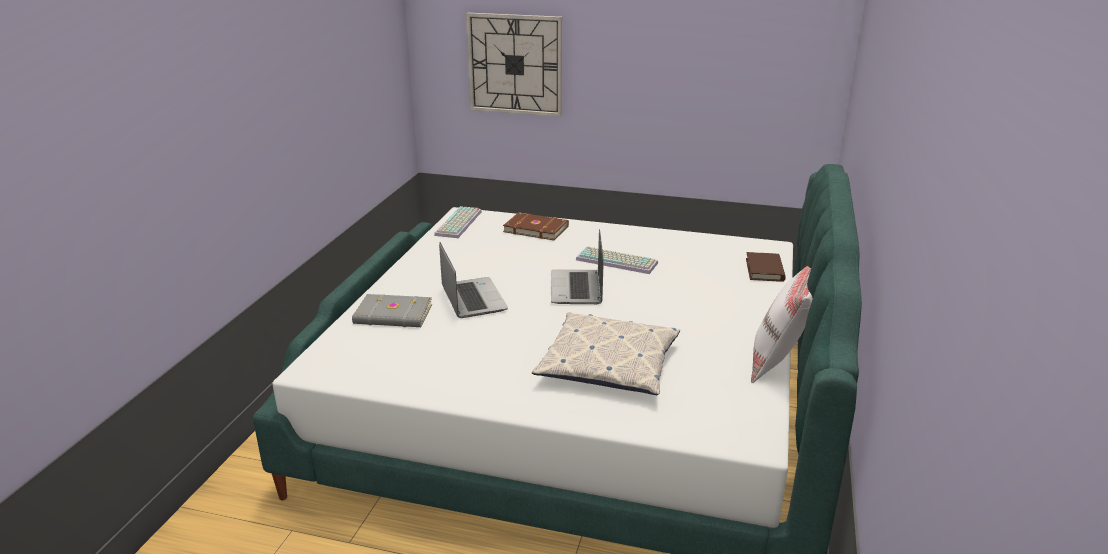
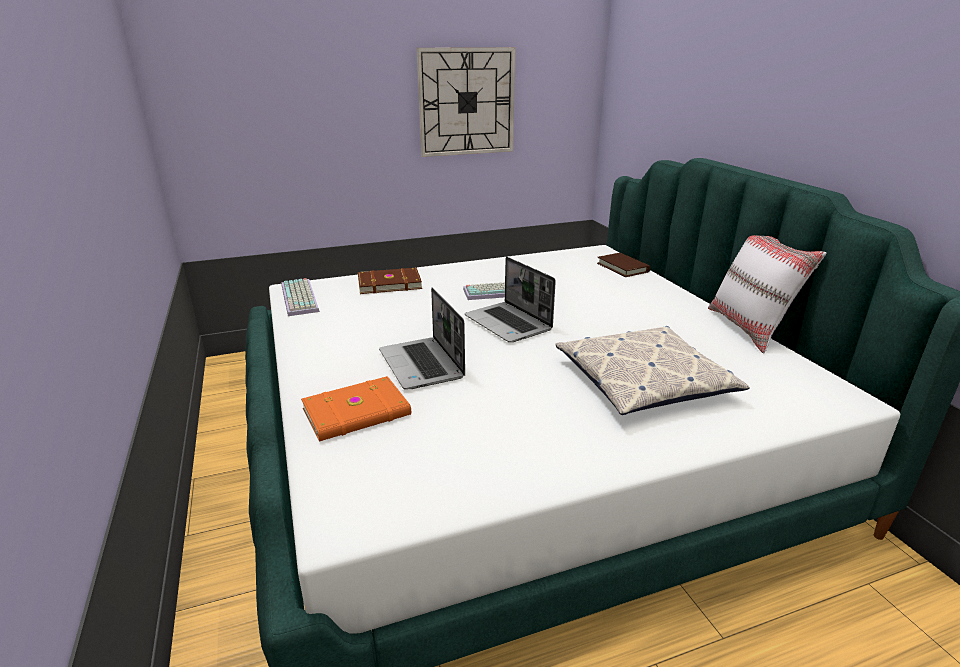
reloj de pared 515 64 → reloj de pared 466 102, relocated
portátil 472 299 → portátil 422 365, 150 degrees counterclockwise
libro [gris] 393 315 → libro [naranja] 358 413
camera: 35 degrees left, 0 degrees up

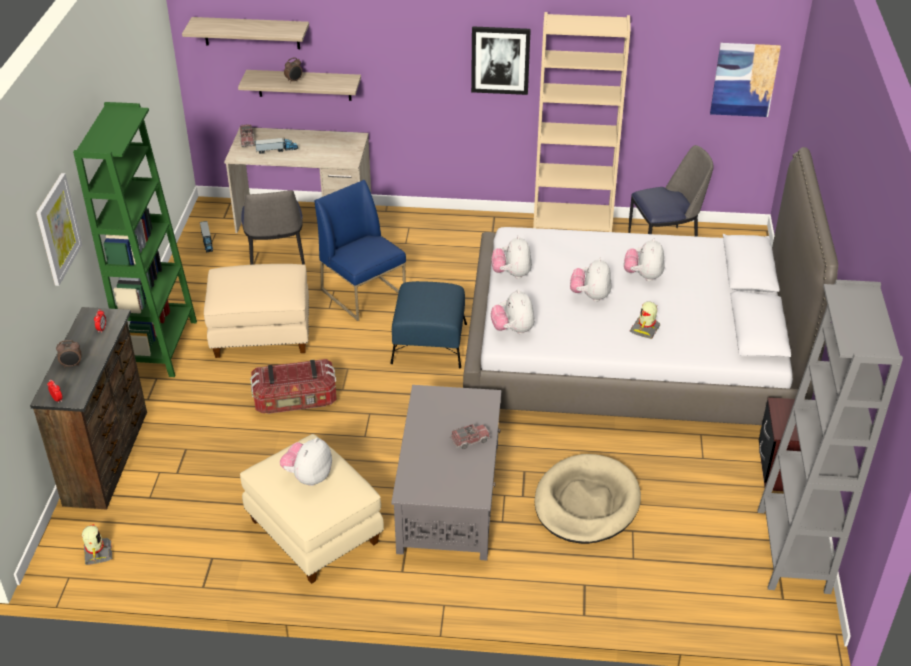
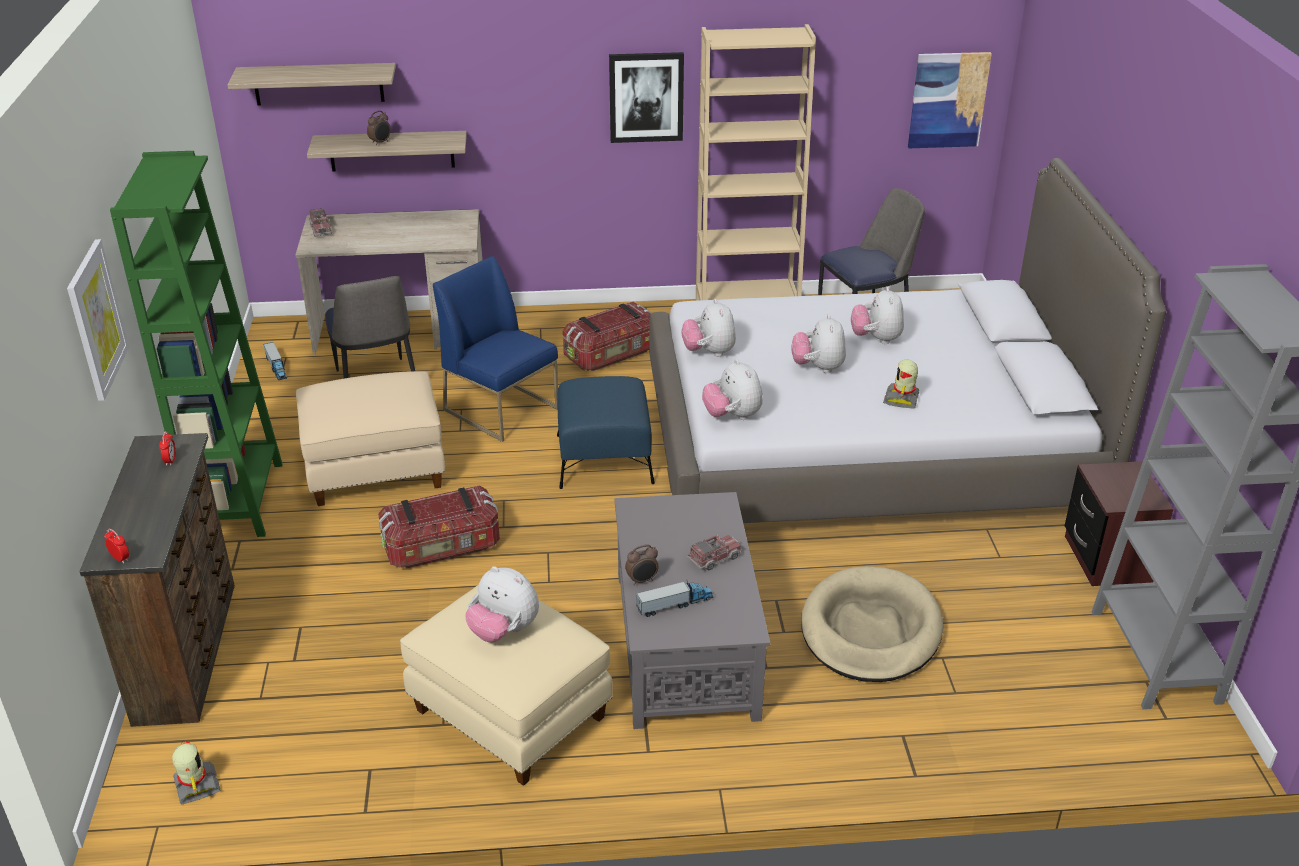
camión de juguete 277 150 → camión de juguete 675 604, relocated
despertador 72 365 → despertador 642 580, relocated
peluche 308 477 → peluche 504 631, 75 degrees counterclockwise
- → caja de almacenaje 612 355
camera: 10 degrees left, 5 degrees down

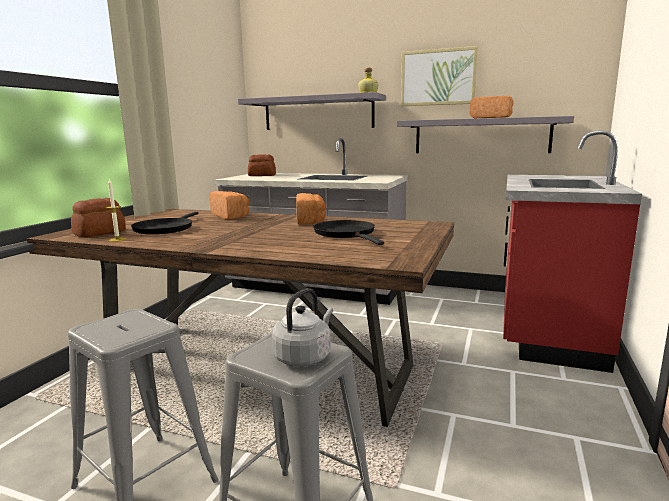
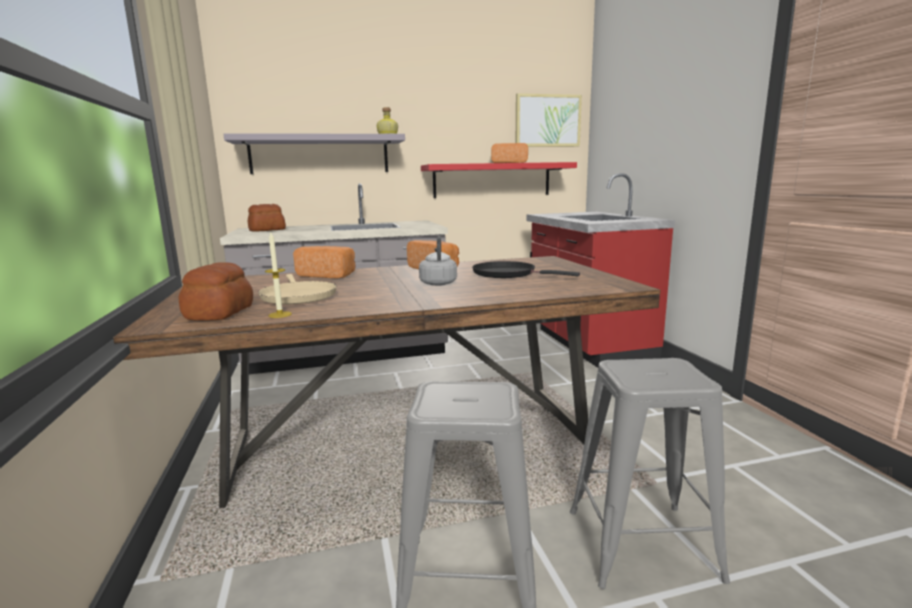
cuadro 438 77 → cuadro 547 121, relocated
estante [gris] 481 136 → estante [rojo] 492 180
sartén [negro] 165 229 → sartén [beis] 297 296
hervidor [gris] 304 357 → hervidor [gris] 438 283, relocated
camera: 35 degrees left, 0 degrees up

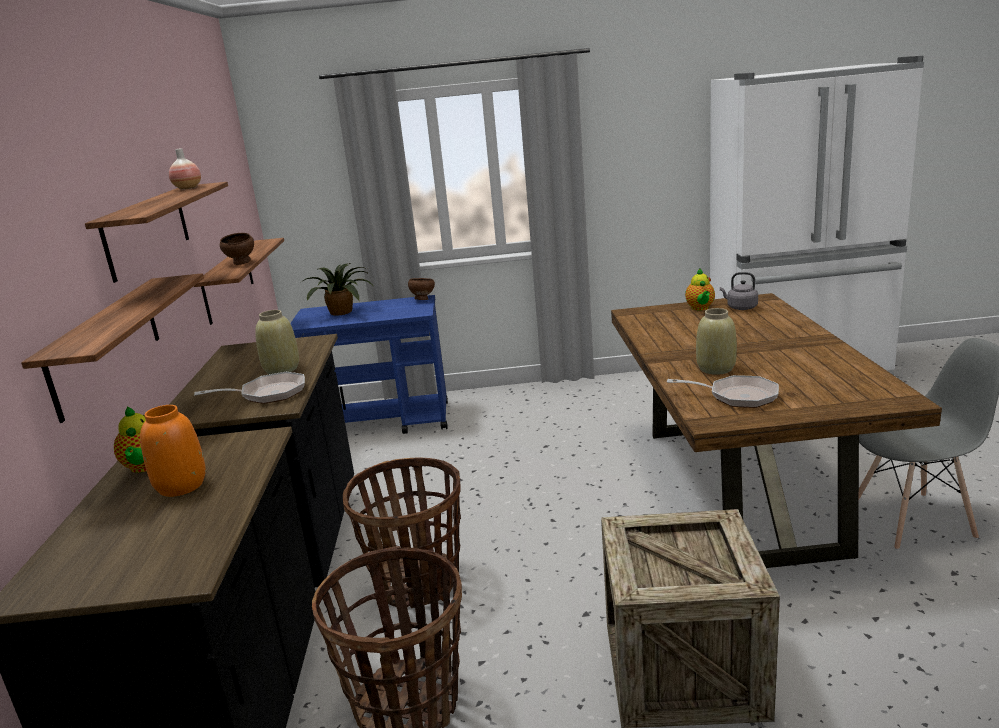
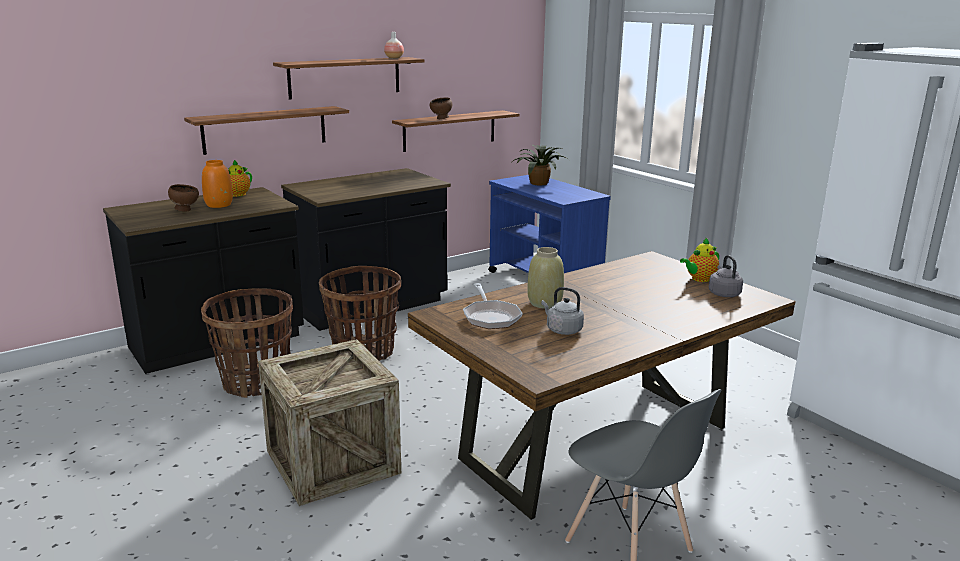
cuenco [marrón] 422 300 → cuenco [marrón] 185 210, relocated
florero [beis] 282 369 → -
sartén 268 394 → -
- → hervidor [gris] 562 330
camera: 55 degrees right, 0 degrees up

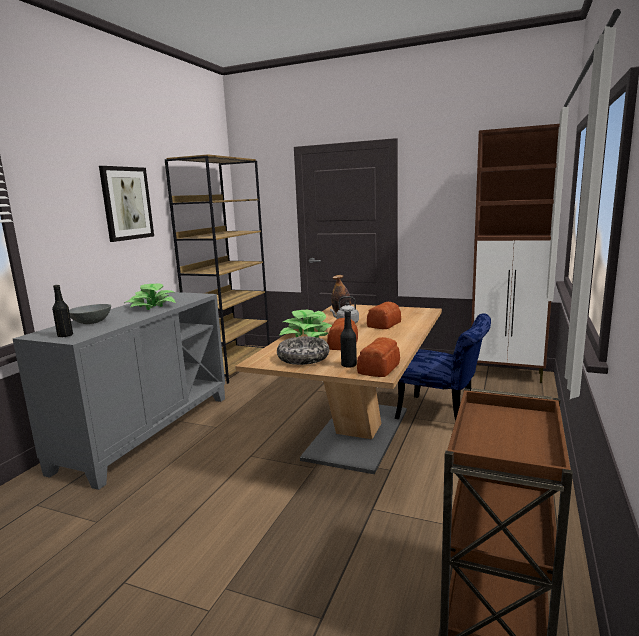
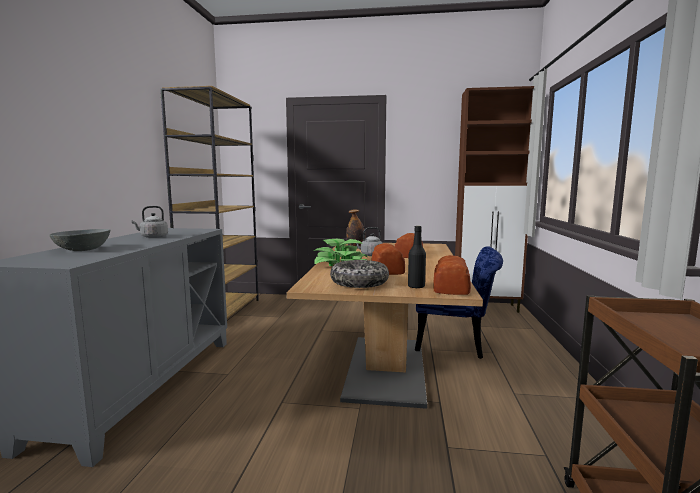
cuadro 126 203 → -
planta en maceta 151 306 → hervidor [gris] 152 237
botella [negro] 65 335 → -
camera: 15 degrees left, 5 degrees down

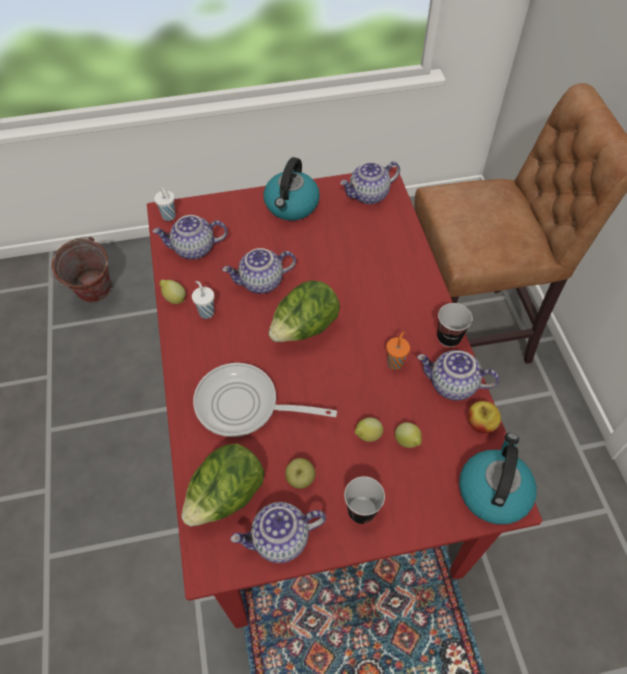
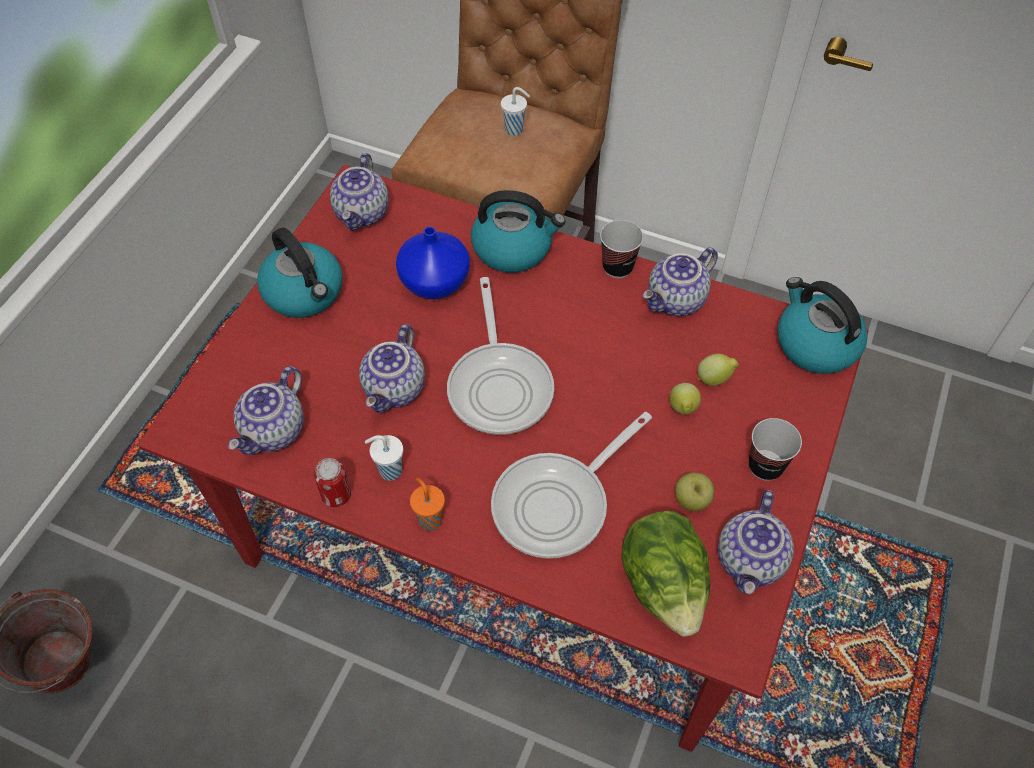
taza [blanco] 169 217 → taza [blanco] 515 130, relocated
limón 174 298 → lata 336 495
lechuga 304 329 → sartén 500 385
taza [naranja] 395 362 → taza [naranja] 429 519, relocated
manzana 480 424 → -
- → hervidor 513 248
- → florero [azul] 434 283
camera: 55 degrees left, 0 degrees up

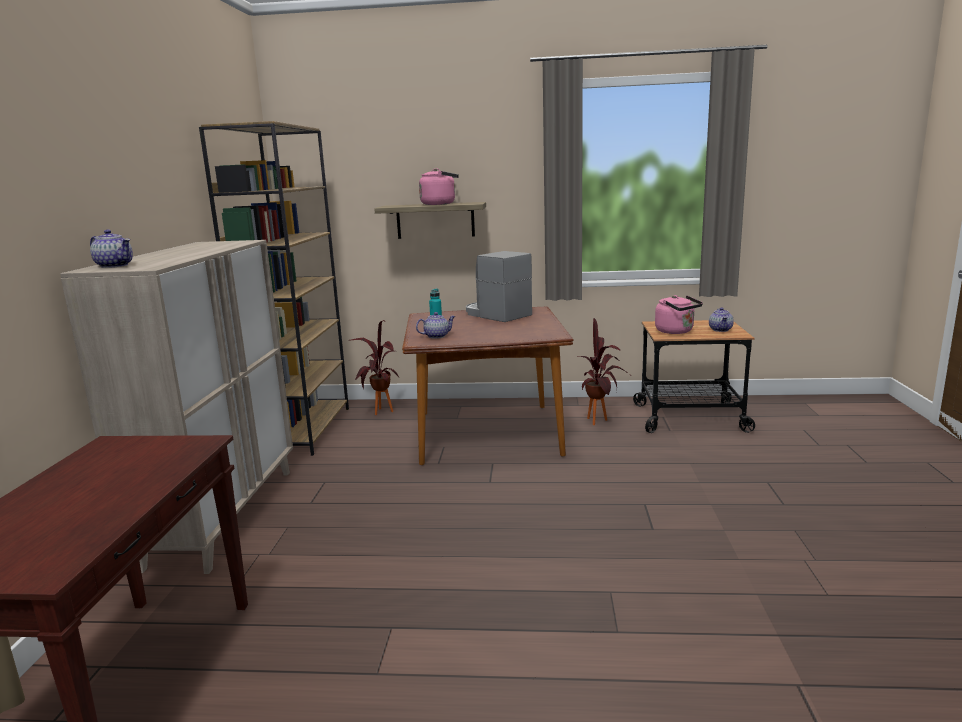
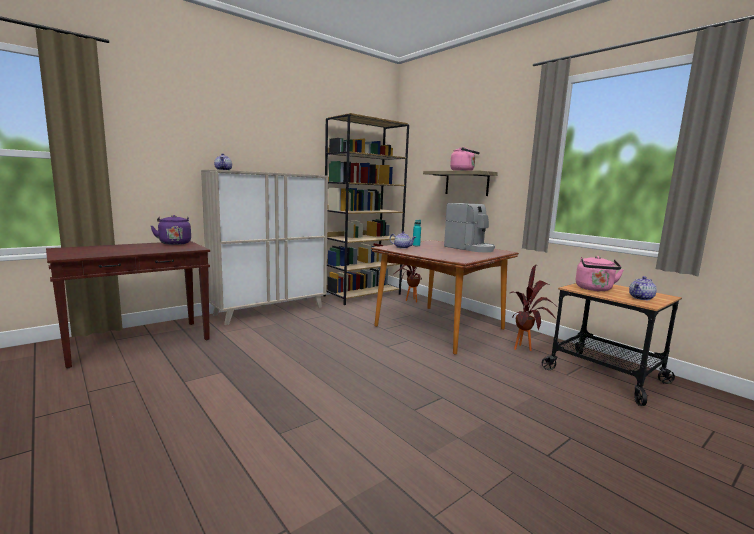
cafetera 496 314 → cafetera 470 248, 135 degrees clockwise
- → hervidor [morado] 174 243
camera: 45 degrees right, 5 degrees down

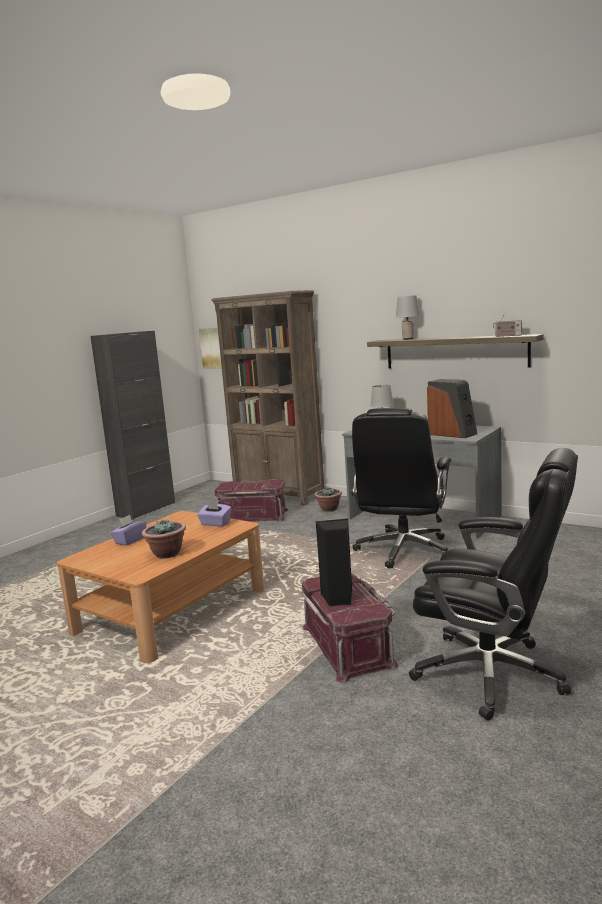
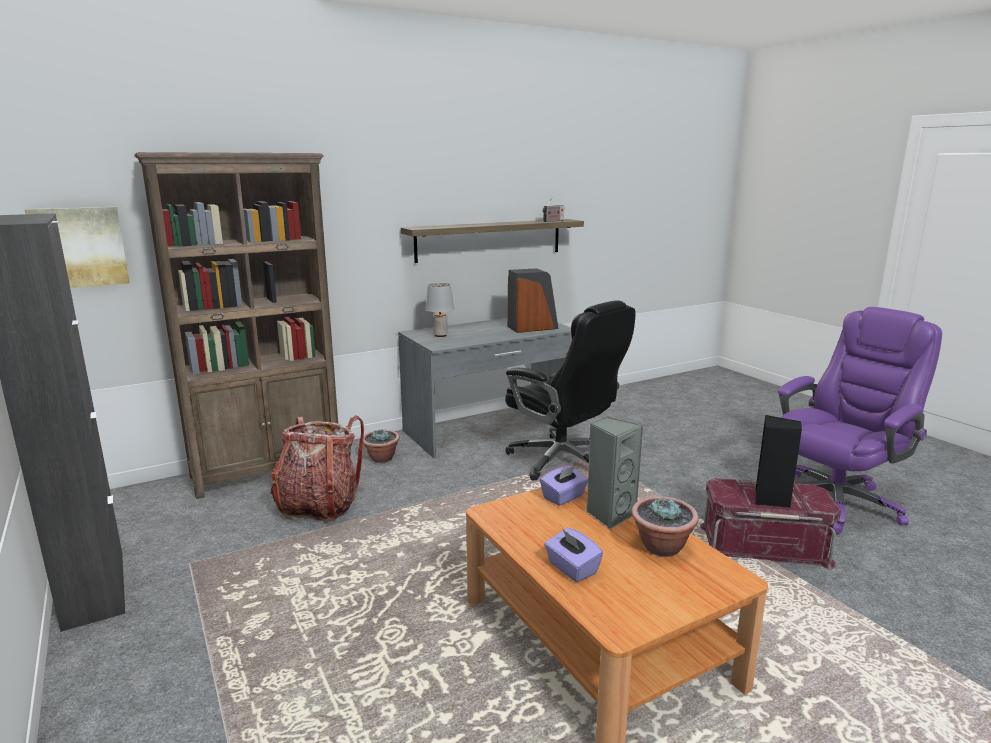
lámpara de mesa [gris] 408 339 → -
silla de oficina [negro] 492 674 → silla de oficina [morado] 836 502
caja de almacenaje [rojo] 253 516 → mochila 319 506
- → altavoz [gris] 609 515
camera: 65 degrees left, 5 degrees up

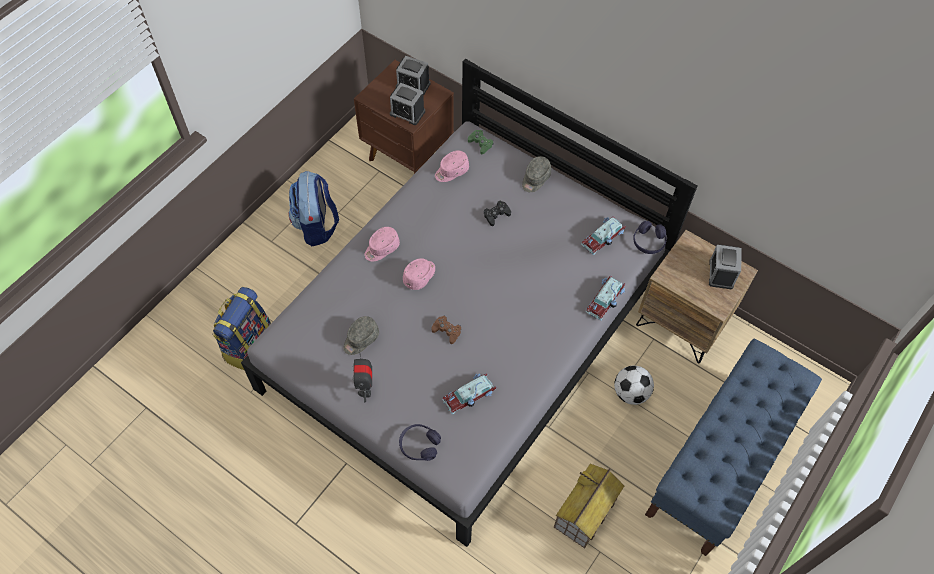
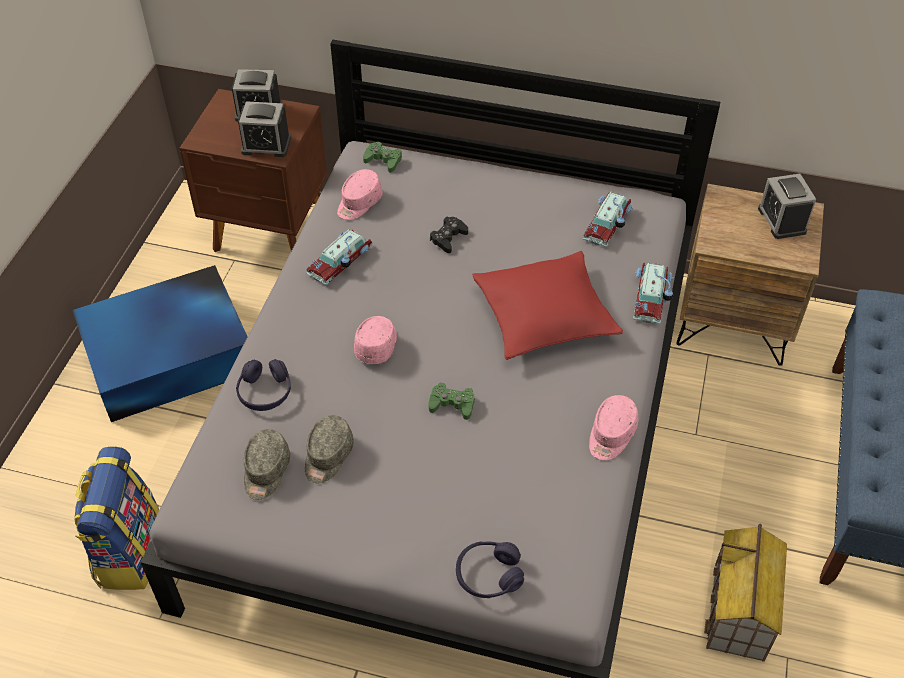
gorra [gris] 535 179 → gorra [gris] 266 471, relocated
mochila 317 226 → caja de almacenaje [azul] 171 355
auriculares [morado] 648 241 → auriculares [morado] 265 392, relocated
gorra [rosa] 381 248 → gorra [rosa] 611 435, relocated
mando de consola [marrón] 447 331 → mando de consola [verde] 452 404
robot de juguete 365 388 → -
balón de fútbol 630 393 → -
coche de juguete 470 395 → coche de juguete 341 261, relocated
- → cojín [rojo] 544 315
camera: 20 degrees left, 10 degrees down

